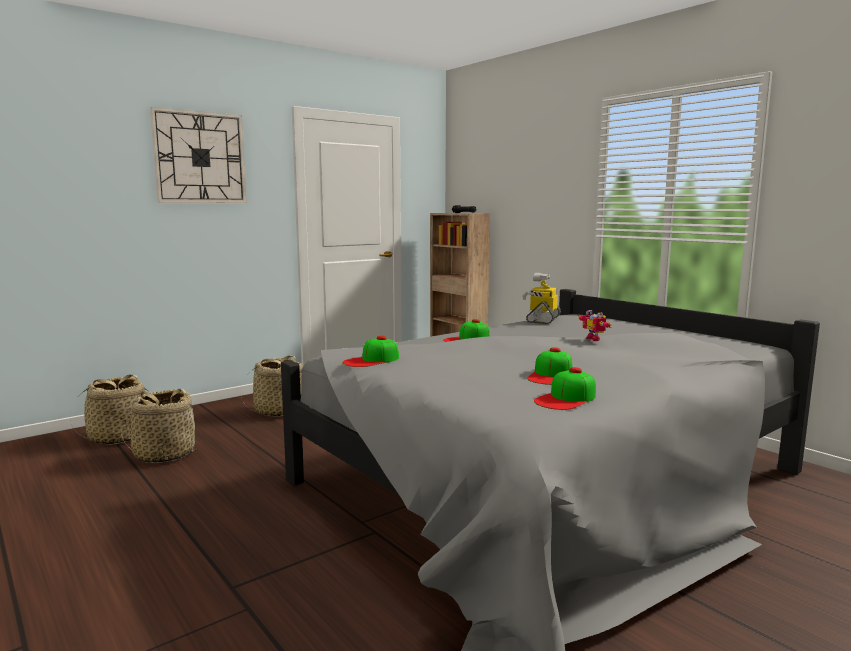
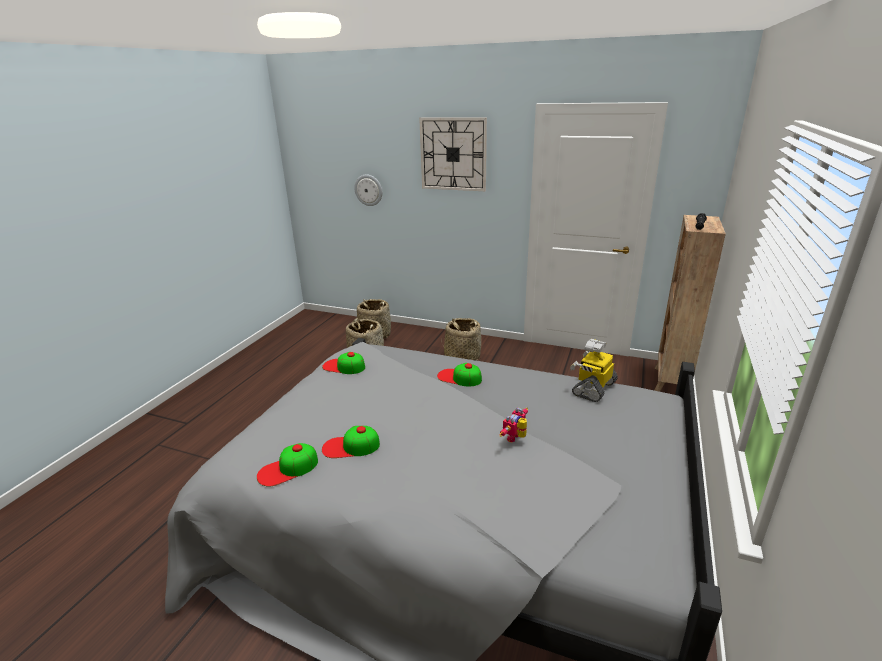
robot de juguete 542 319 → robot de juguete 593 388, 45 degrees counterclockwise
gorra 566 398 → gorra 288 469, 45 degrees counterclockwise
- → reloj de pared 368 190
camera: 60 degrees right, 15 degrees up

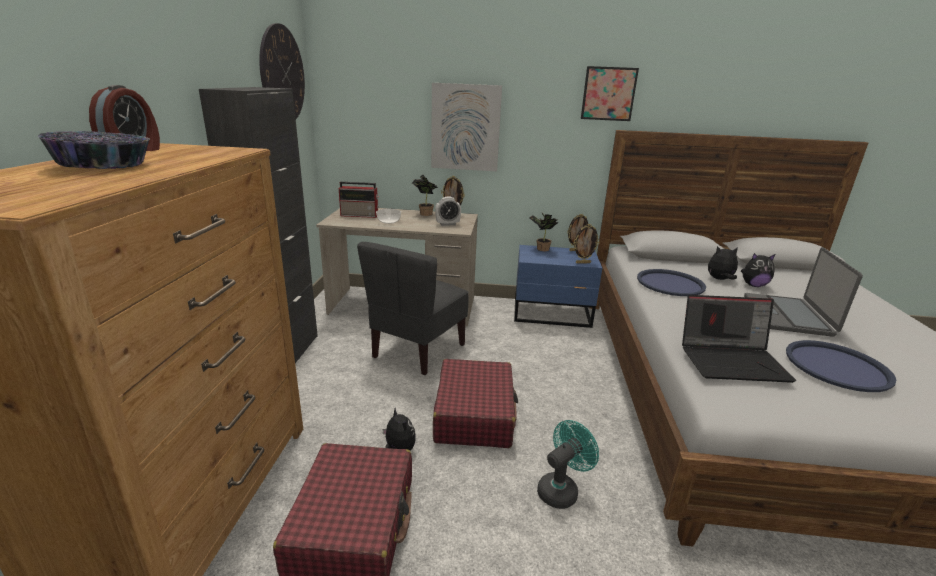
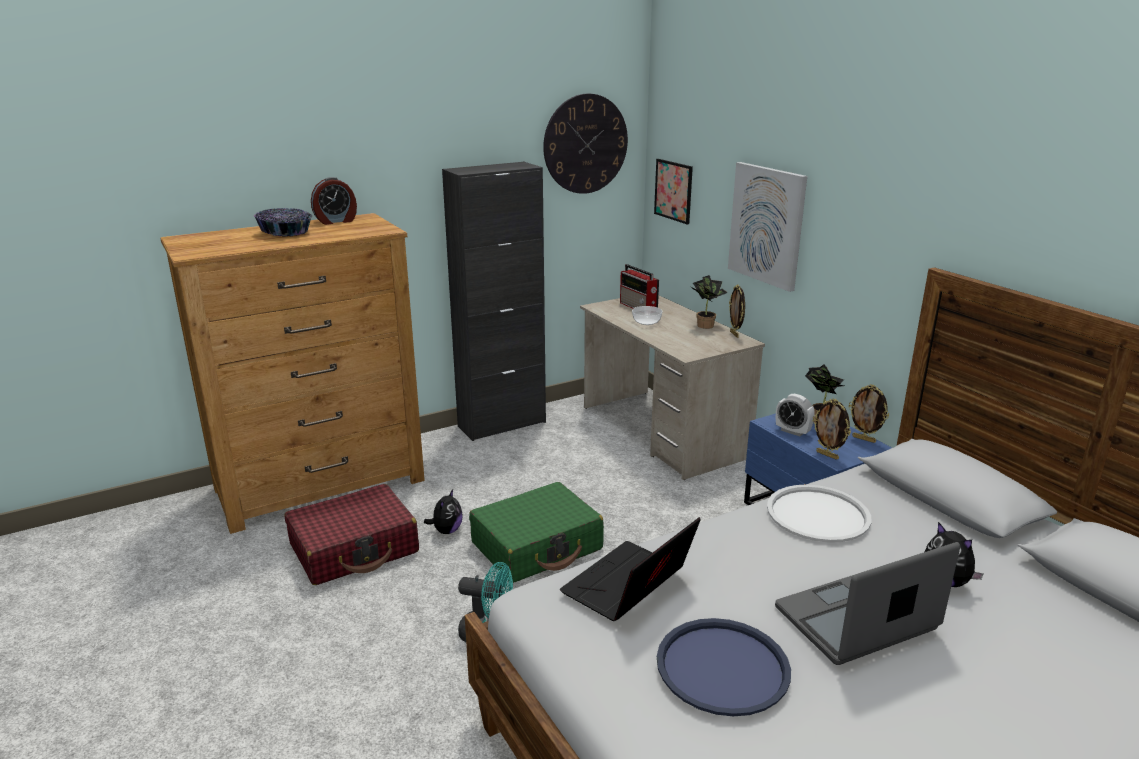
cuadro 608 94 → cuadro 673 190, relocated
despertador 447 224 → despertador 792 431, relocated
silla [gris] 417 351 → -
peluche 719 279 → -
bandeja [azul] 670 283 → bandeja [blanco] 817 514
portátil 733 361 → portátil 628 587, 75 degrees clockwise
maleta [rojo] 474 414 → maleta [verde] 537 546
camera: 55 degrees right, 0 degrees up

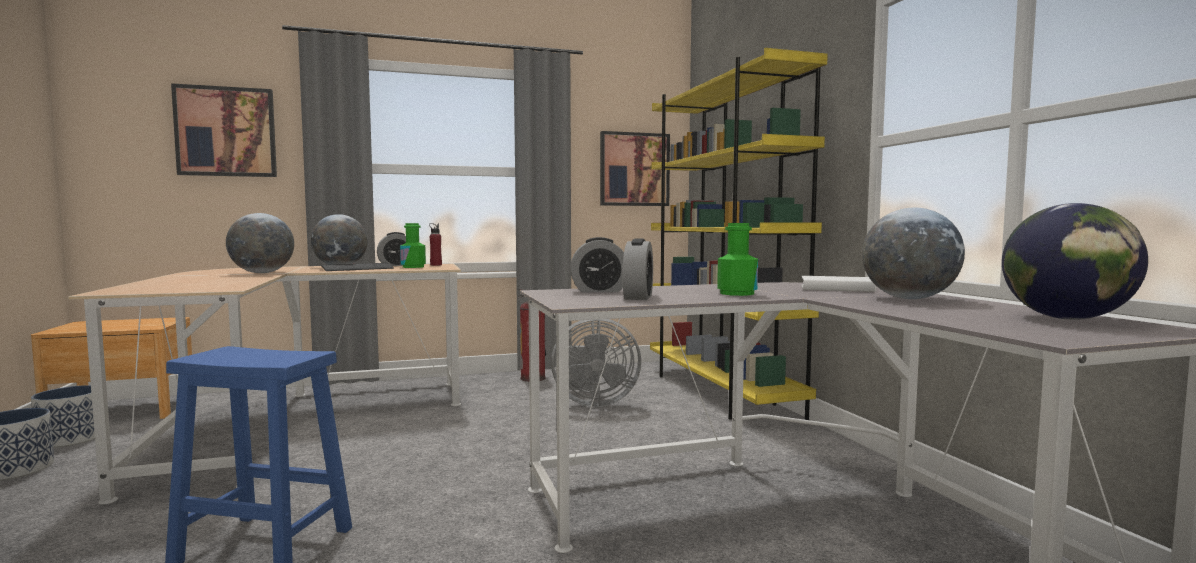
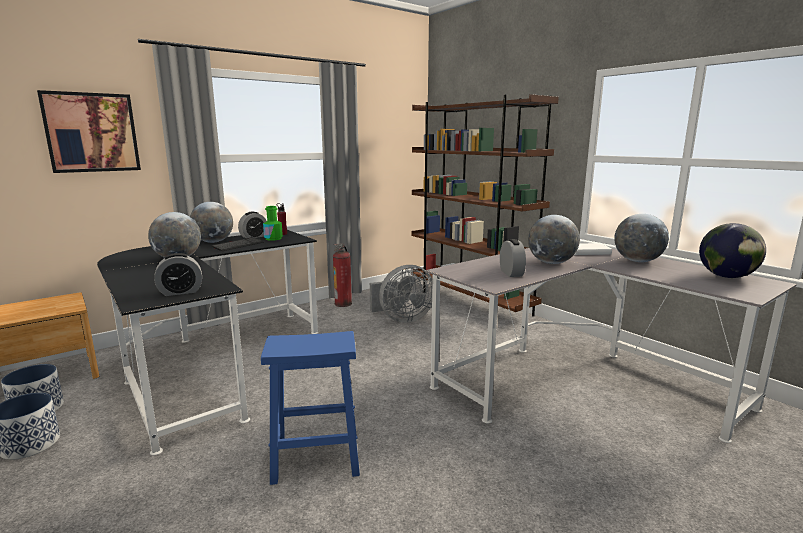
estantería [amarillo] 719 393 → estantería [marrón] 470 301
cuadro 634 169 → -
botella [verde] 737 293 → globo terráqueo 551 263
despertador 599 291 → despertador 180 292, relocated
escritorio [beis] 296 421 → escritorio [negro] 212 363
camera: 20 degrees left, 10 degrees up

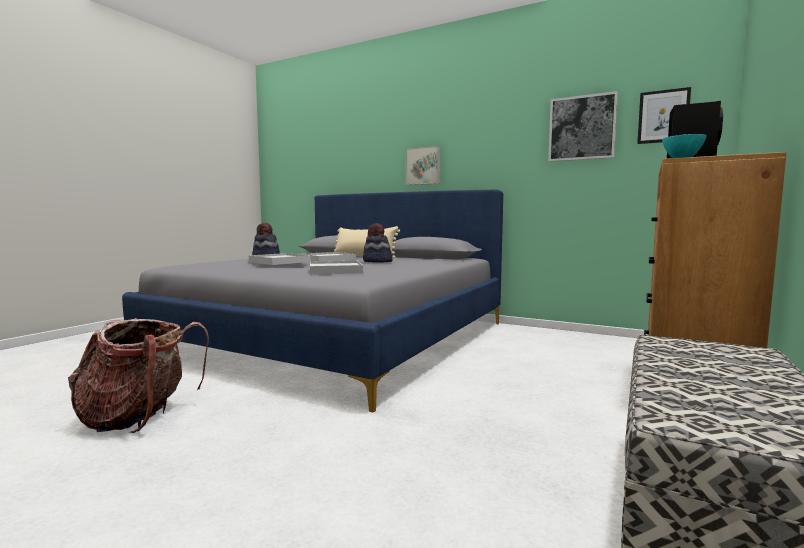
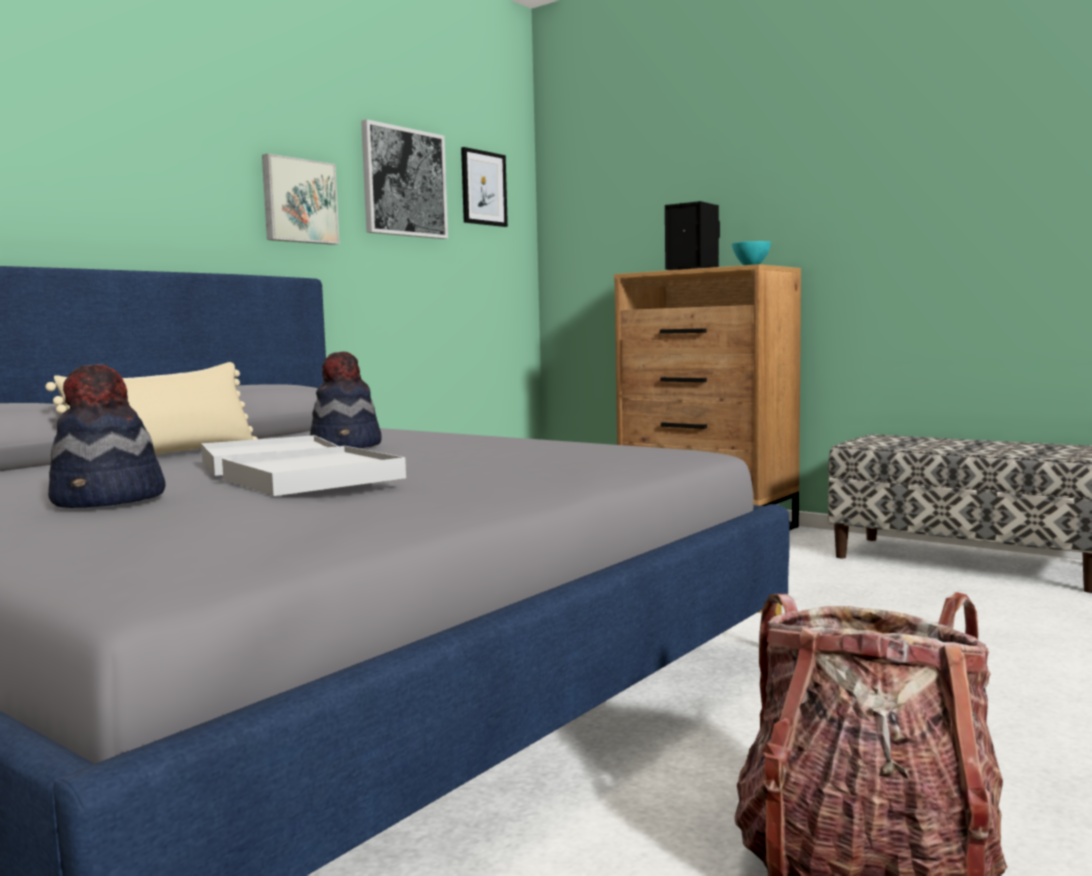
cuadro 423 166 → cuadro 298 201, relocated
bandeja [blanco] 335 271 → -
camera: 80 degrees left, 0 degrees up

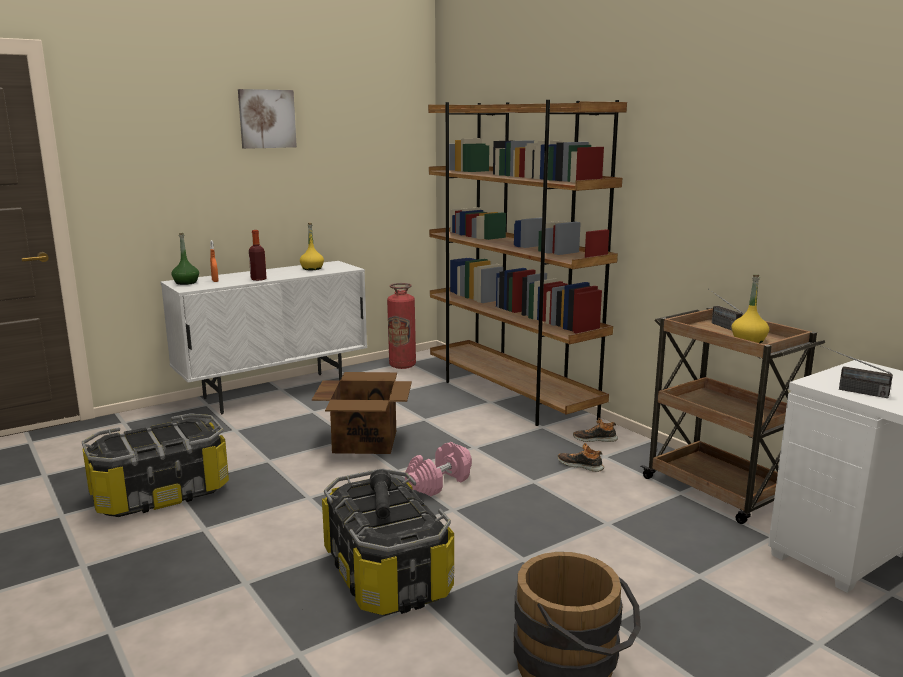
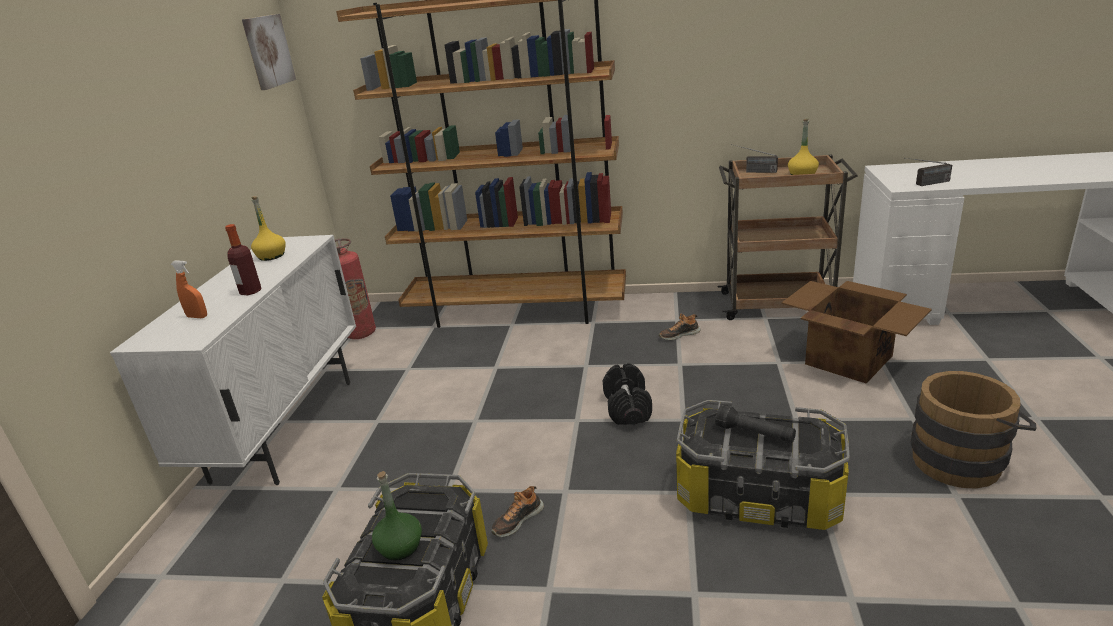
cuadro 267 119 → cuadro 267 51, relocated
botella [verde] 186 282 → botella [verde] 400 547, relocated
caja de cartón 365 441 → caja de cartón 847 359, relocated
zapato 595 439 → zapato 517 520, relocated
mancuerna [rosa] 438 482 → mancuerna [negro] 627 407
camera: 45 degrees left, 10 degrees up

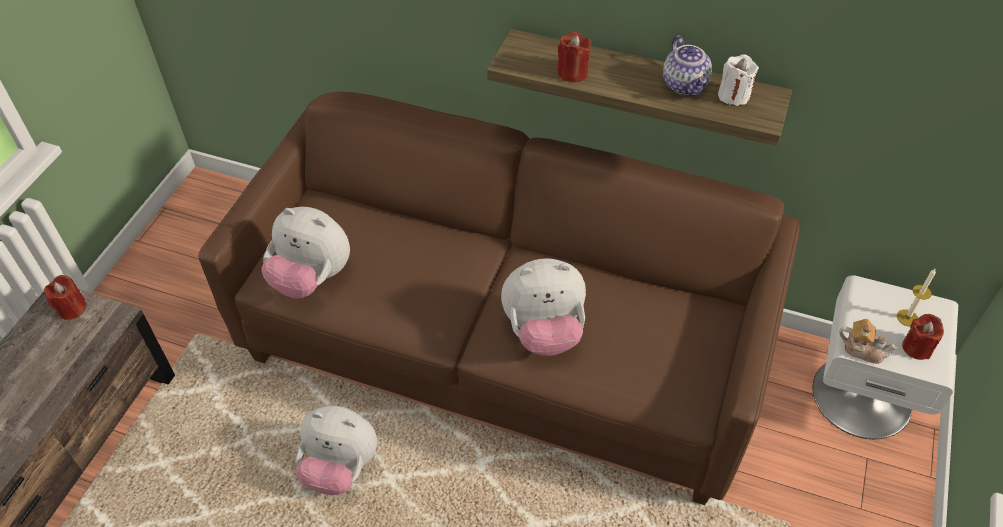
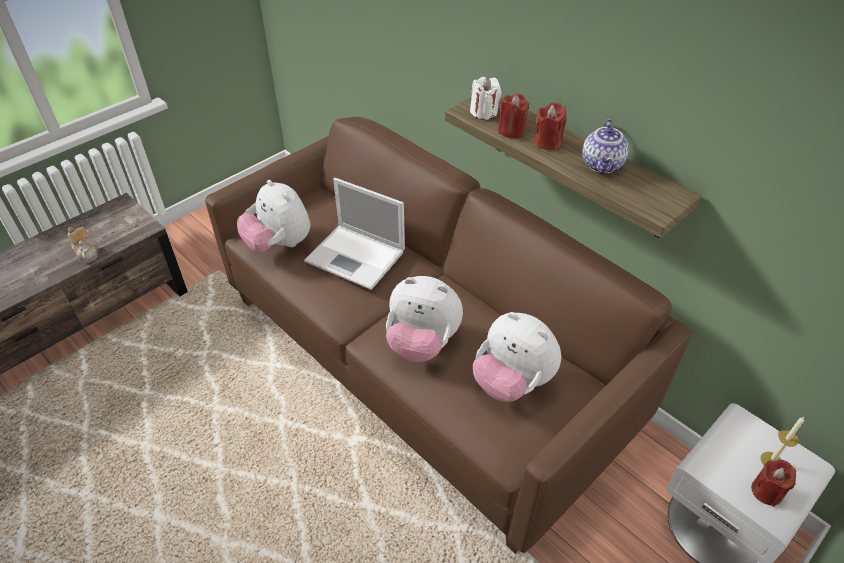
vela [blanco] 734 96 → vela [blanco] 484 112, relocated
vela [rojo] 72 308 → vela [rojo] 547 142, relocated
tetera 863 349 → tetera 87 253, relocated
peluche 340 467 → peluche 512 382, relocated
- → portátil 357 257
camera: 25 degrees right, 5 degrees down

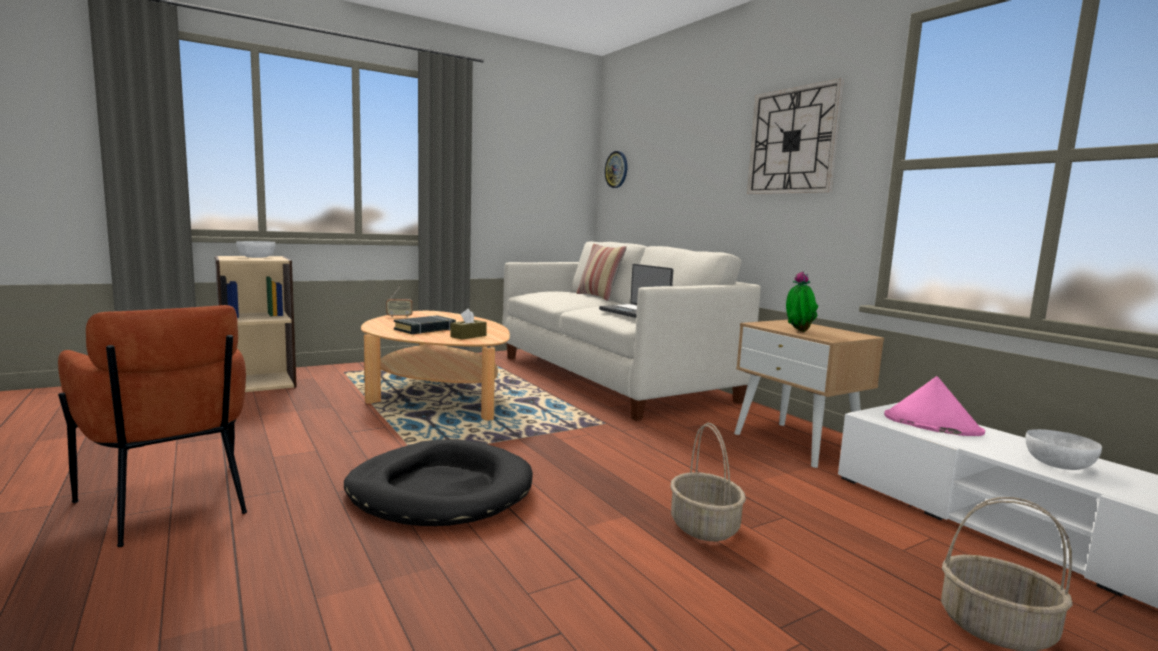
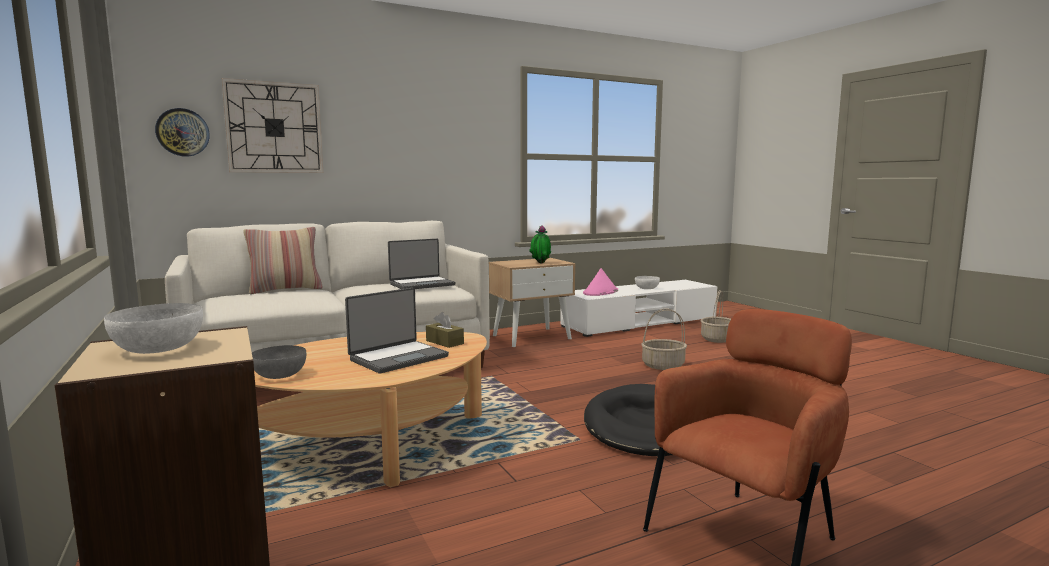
reloj de pared 792 141 → reloj de pared 274 128, relocated
radio 399 316 → cuenco [gris] 279 375
libro [negro] 425 329 → portátil 398 358
camera: 85 degrees left, 0 degrees up

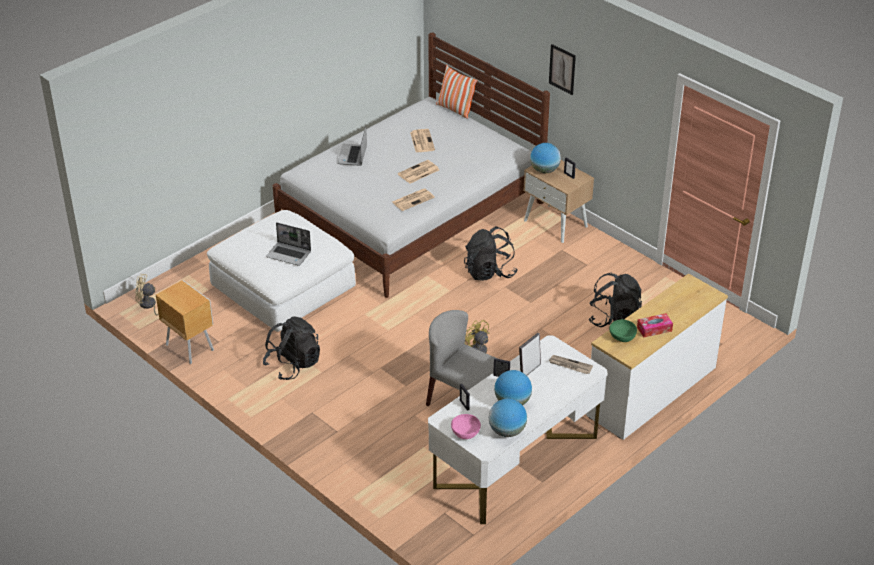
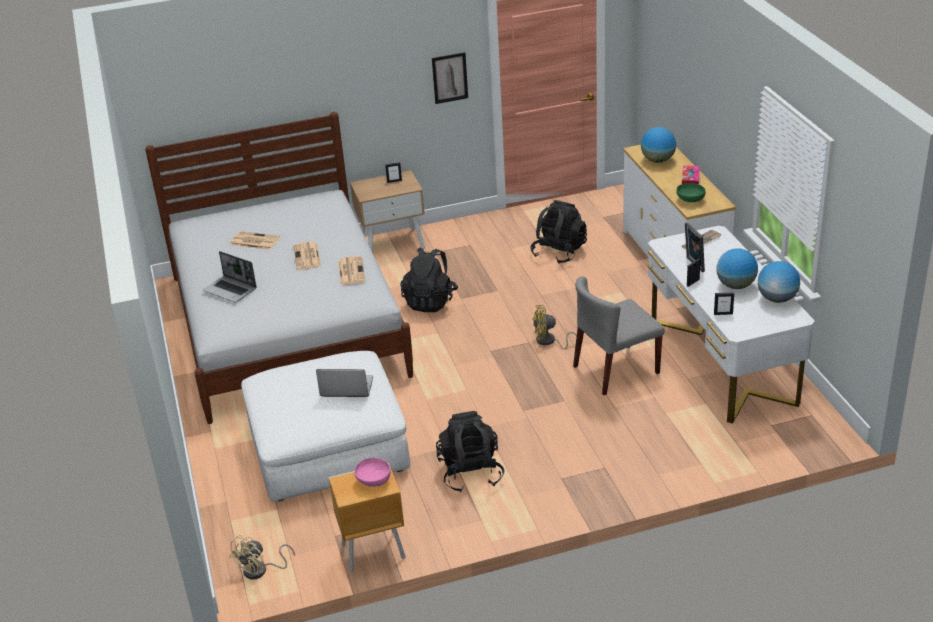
cuadro 562 69 → cuadro 450 78, relocated
cojín 455 109 → -
globo terráqueo 544 170 → globo terráqueo 657 160, relocated
portátil 289 254 → portátil 346 388, 135 degrees counterclockwise
cuenco [rosa] 465 432 → cuenco [rosa] 373 480, relocated
camera: 60 degrees left, 5 degrees down

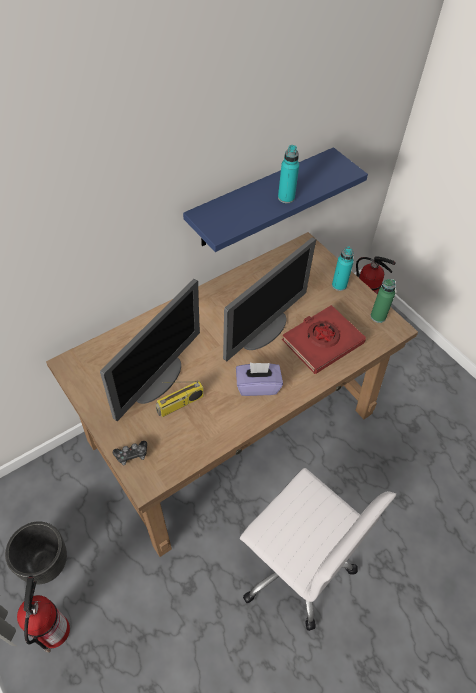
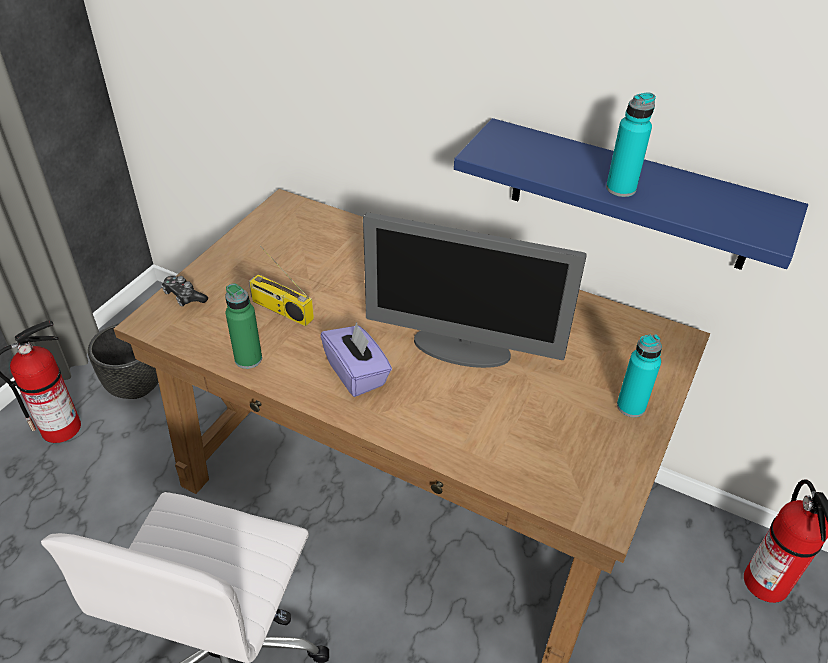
monitor 158 379 → -
botella [verde] 378 316 → botella [verde] 248 359, relocated
libro [rojo] 322 342 → -
camera: 65 degrees right, 10 degrees down

